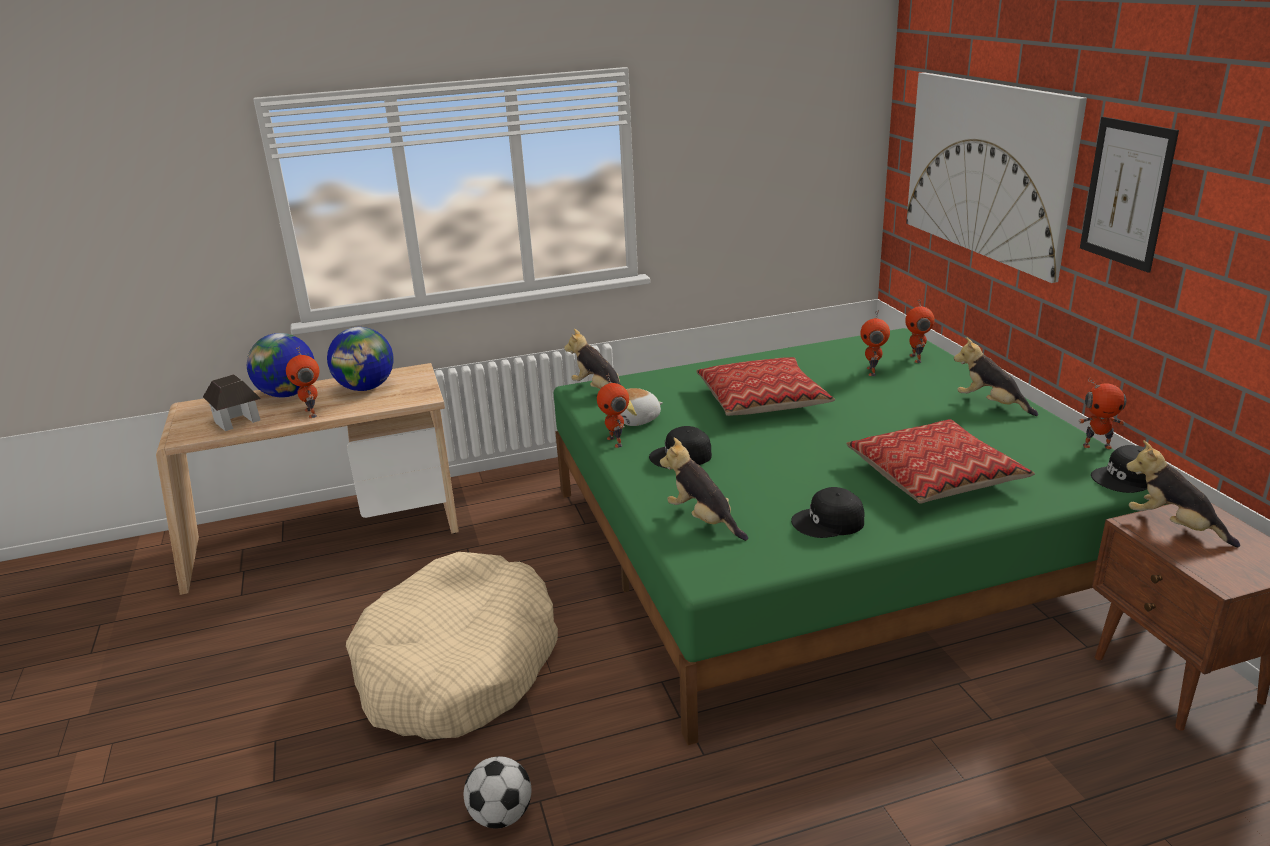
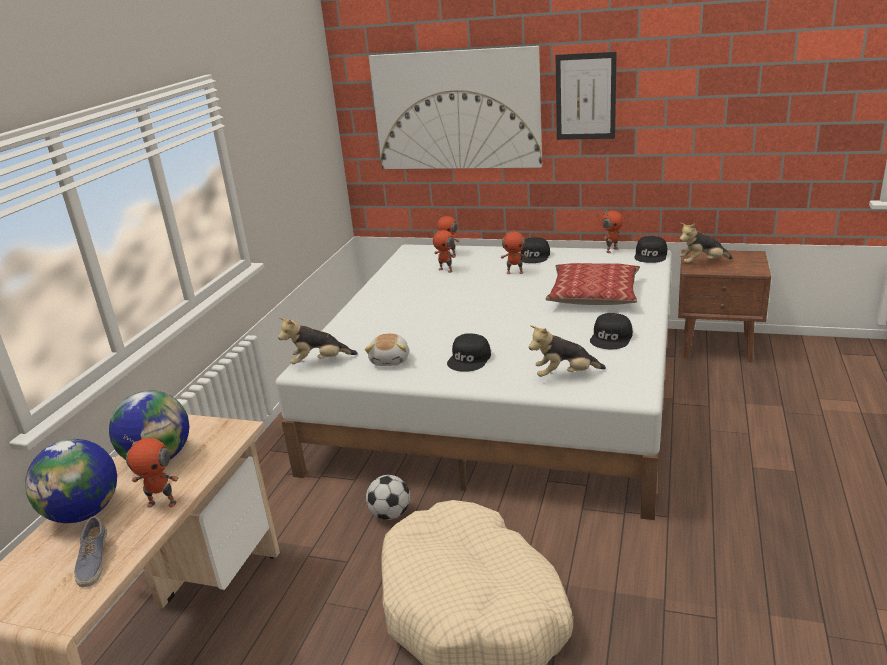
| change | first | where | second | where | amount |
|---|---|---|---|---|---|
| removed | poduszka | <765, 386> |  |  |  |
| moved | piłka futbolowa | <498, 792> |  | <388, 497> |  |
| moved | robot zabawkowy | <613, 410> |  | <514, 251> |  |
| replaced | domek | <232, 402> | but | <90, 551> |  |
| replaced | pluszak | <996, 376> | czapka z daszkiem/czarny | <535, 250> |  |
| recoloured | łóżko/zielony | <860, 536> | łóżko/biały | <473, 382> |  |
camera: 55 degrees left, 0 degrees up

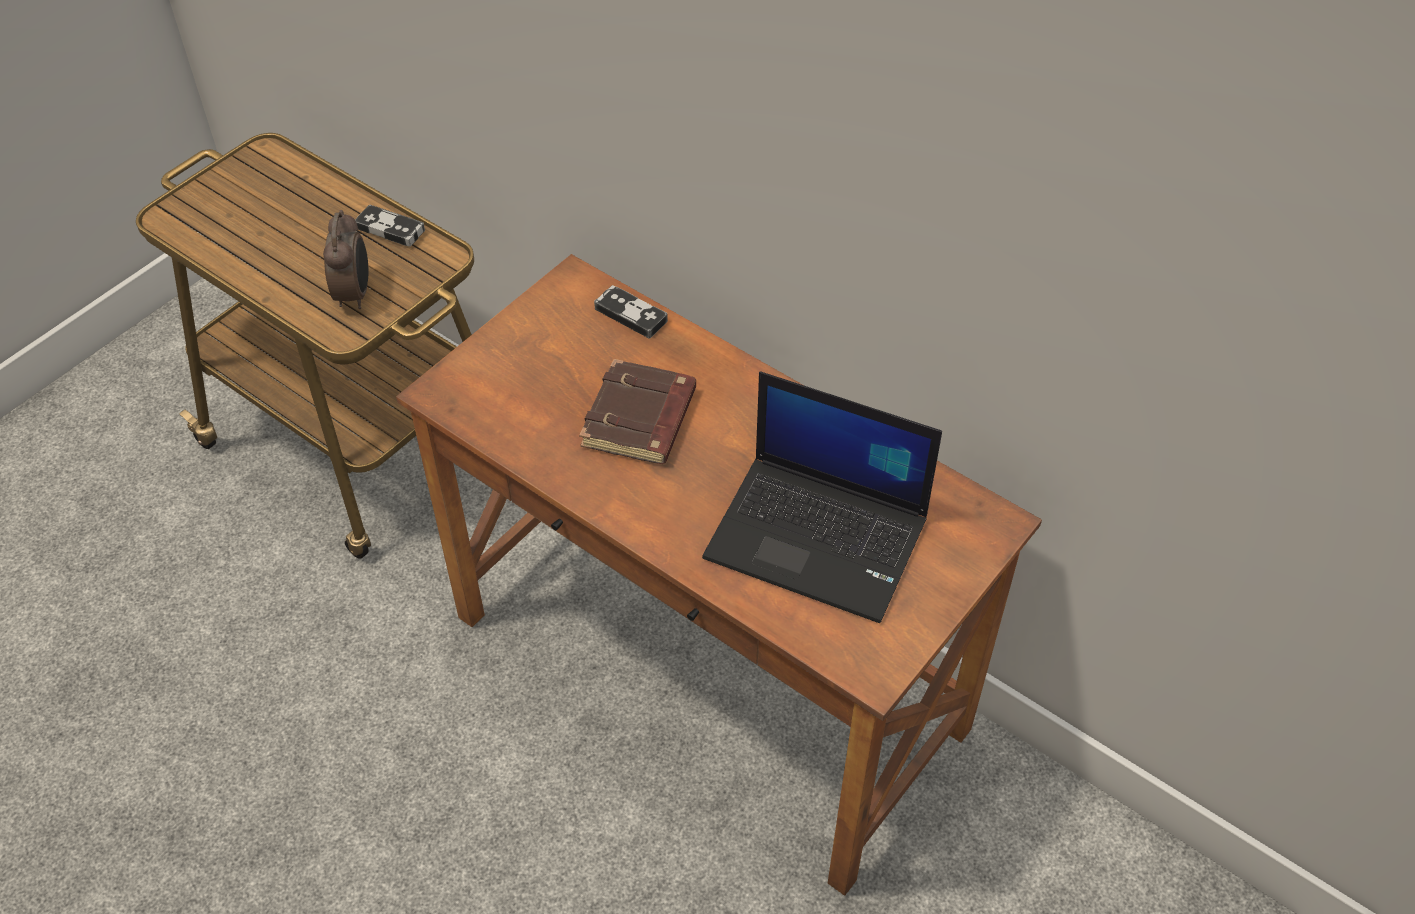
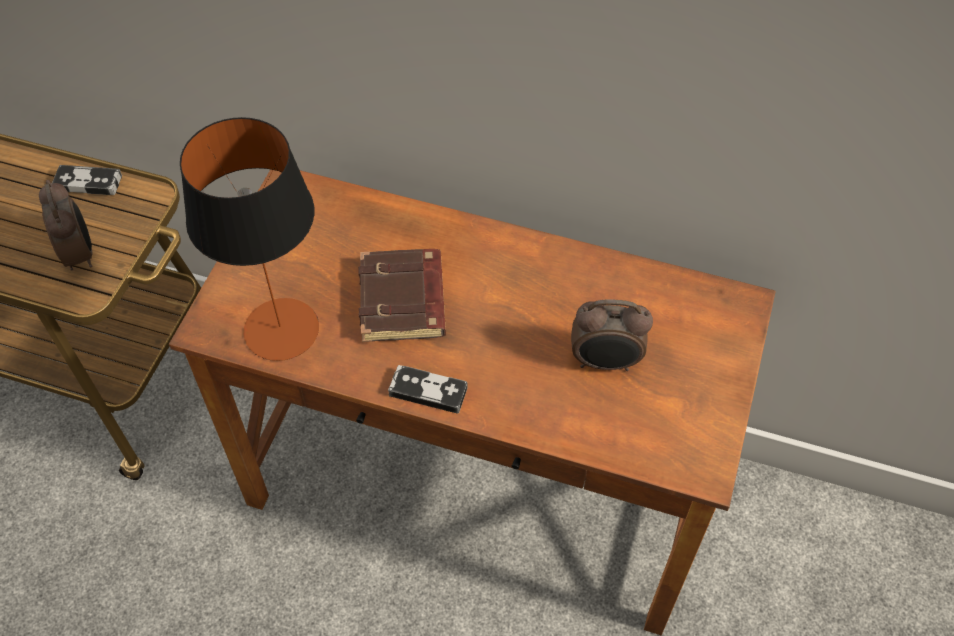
| change | first | where | second | where | amount |
|---|---|---|---|---|---|
| added |  |  | lampa stołowa | <249, 239> |  |
| moved | pad do gier | <631, 312> |  | <427, 389> |  |
| replaced | laptop | <822, 497> | budzik | <612, 335> |  |
camera: 20 degrees left, 5 degrees up

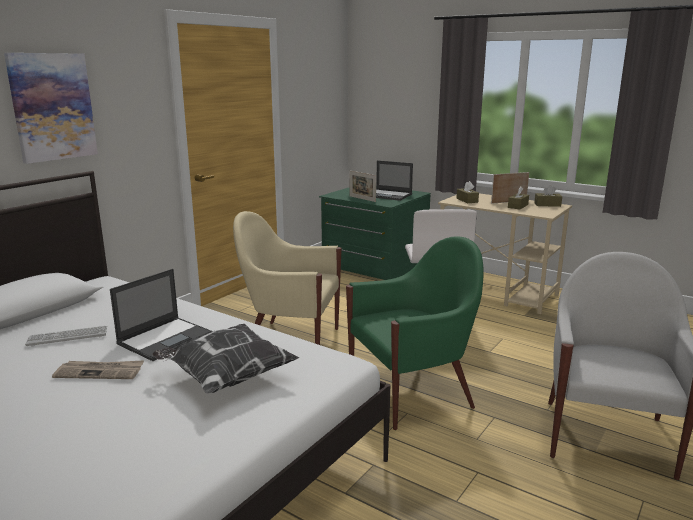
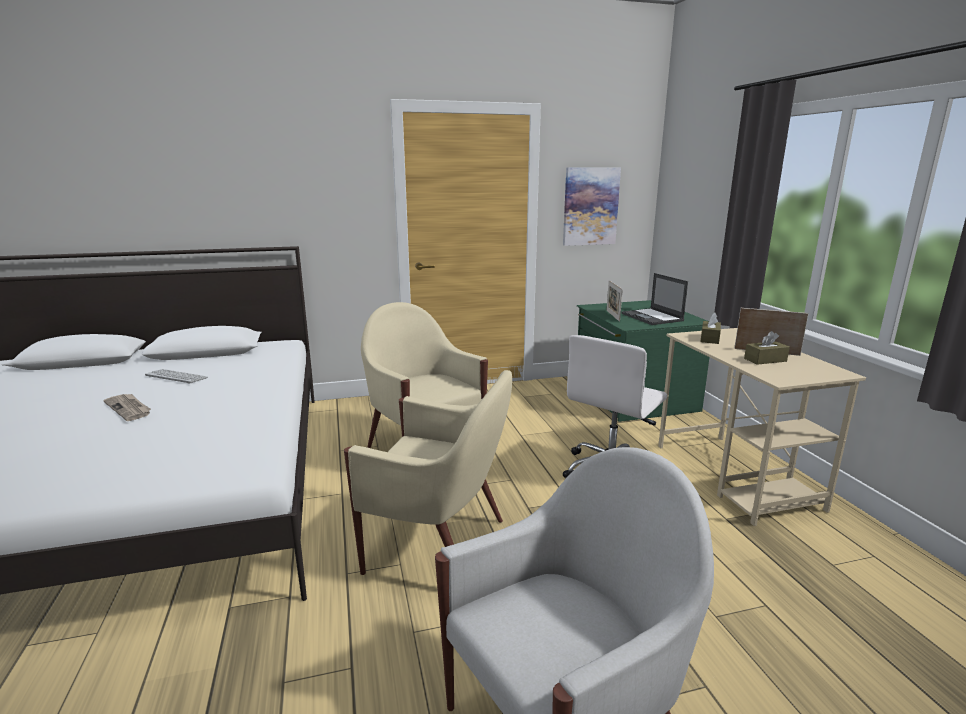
| change | first | where | second | where | amount |
|---|---|---|---|---|---|
| removed | laptop | <161, 315> |  |  |  |
| removed | poduszka | <226, 358> |  |  |  |
| removed | pudełko chusteczek/brązowy | <548, 196> |  |  |  |
| moved | obraz | <51, 108> |  | <592, 206> |  |
| recoloured | fotel/zielony | <415, 333> | fotel/beżowy | <428, 472> |  |
camera: 40 degrees right, 0 degrees up

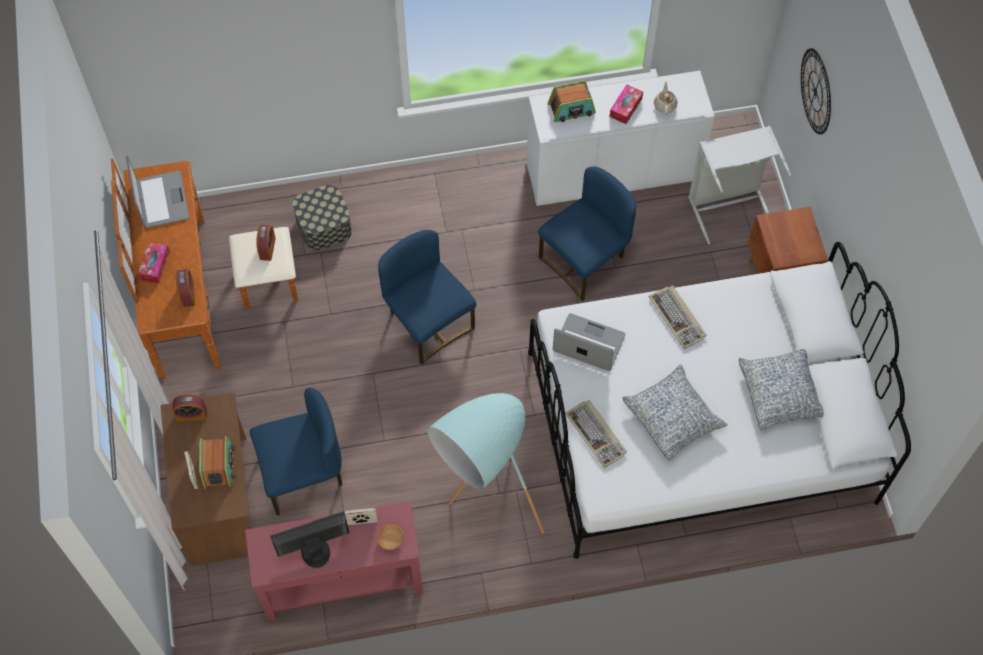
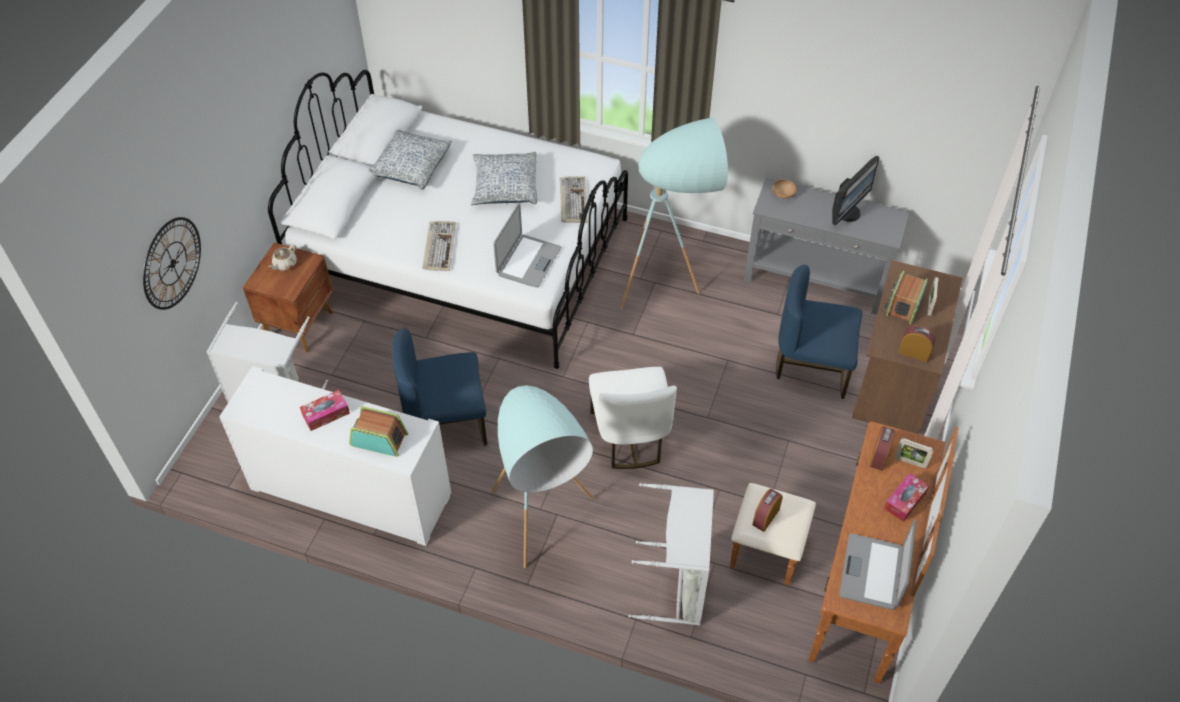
| change | first | where | second | where | amount |
|---|---|---|---|---|---|
| added |  |  | lampa stojąca/turkusowy | <543, 476> |  |
| moved | ramka na zdjęcie | <361, 516> |  | <914, 453> |  |
| moved | imbryk/beżowy | <666, 98> |  | <283, 257> |  |
| replaced | pojemnik do przechowywania | <322, 218> | kosz na pranie/szary | <671, 554> |  |
| recoloured | stolik konsolowy/czerwony | <334, 561> | stolik konsolowy/szary | <826, 246> |  |
| recoloured | krzesło/niebieski | <427, 297> | krzesło/biały | <633, 418> |  |
| turned | monitor | <309, 539> |  | <856, 191> | 60 degrees counterclockwise |
| turned | laptop | <589, 342> |  | <527, 245> | 120 degrees counterclockwise |
camera: 150 degrees left, 10 degrees down

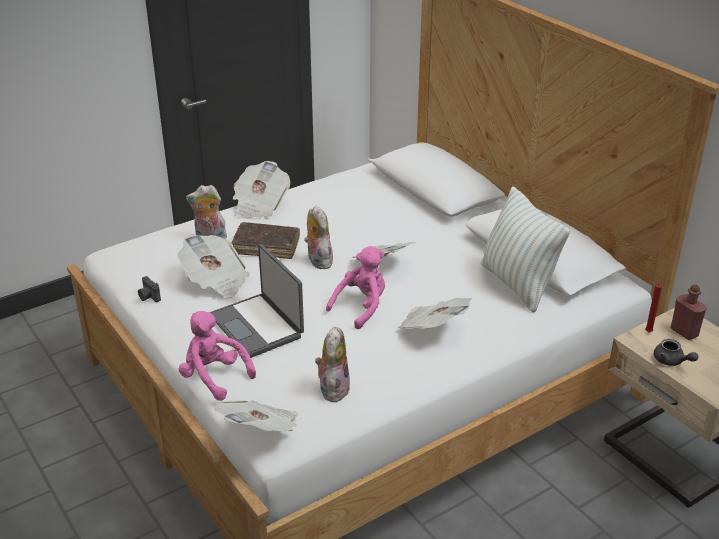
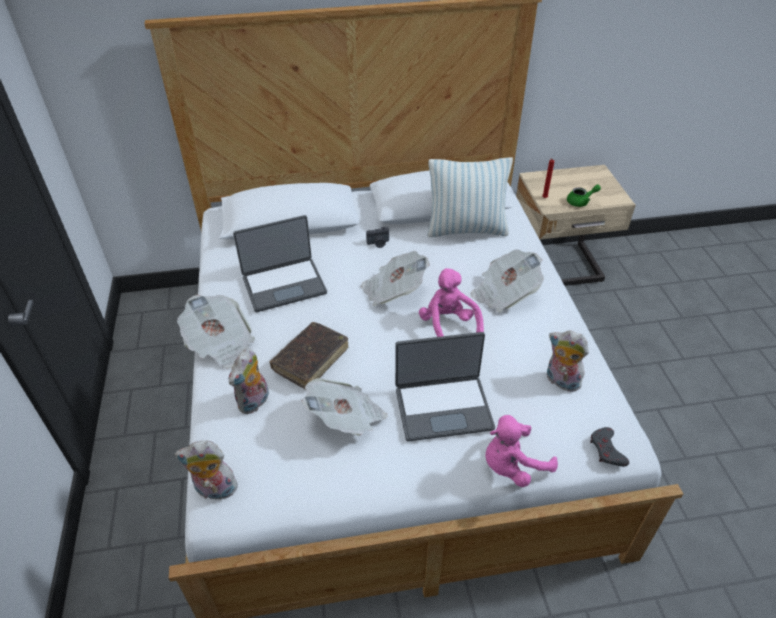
| change | first | where | second | where | amount |
|---|---|---|---|---|---|
| removed | butelka/czerwony | <689, 312> |  |  |  |
| added |  |  | laptop | <280, 263> |  |
| moved | aparat fotograficzny | <149, 289> |  | <377, 237> |  |
| moved | pluszak | <318, 237> |  | <206, 470> |  |
| replaced | gazeta | <256, 416> | pad do gier/szary | <609, 447> |  |
| recoloured | imbryk/szary | <676, 352> | imbryk/zielony | <584, 196> |  |
camera: 65 degrees left, 10 degrees up

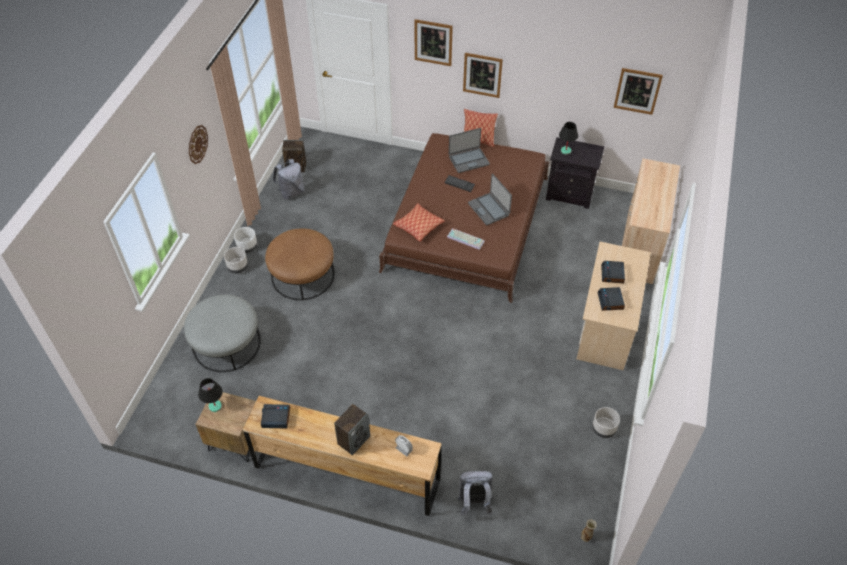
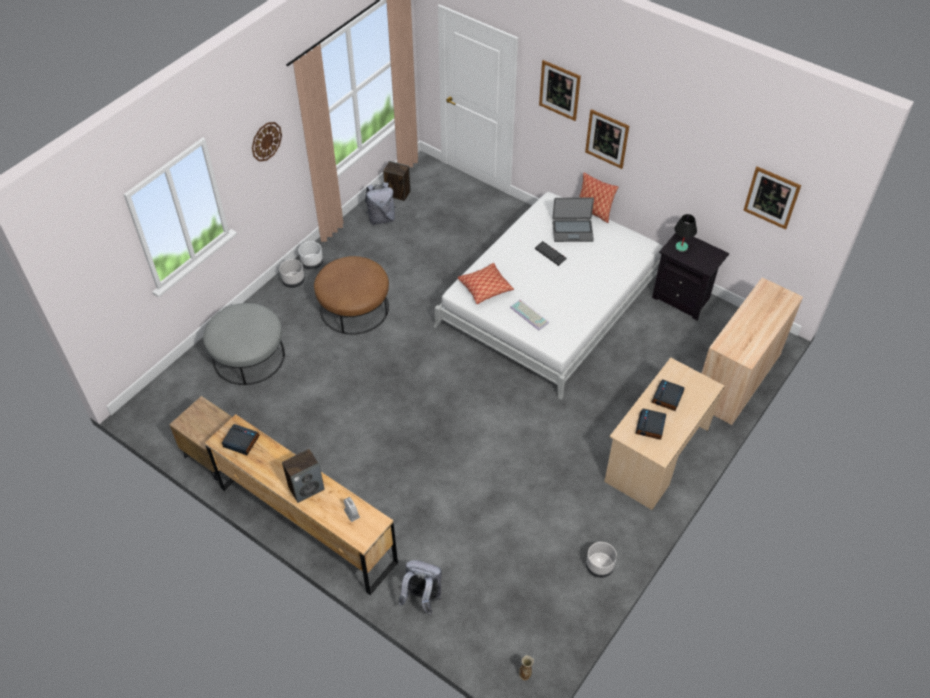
| change | first | where | second | where | amount |
|---|---|---|---|---|---|
| removed | lampa stołowa/czarny | <210, 395> |  |  |  |
| removed | laptop | <490, 199> |  |  |  |
| recoloured | łóżko/brązowy | <464, 218> | łóżko/biały | <548, 296> |  |
camera: 20 degrees right, 0 degrees up

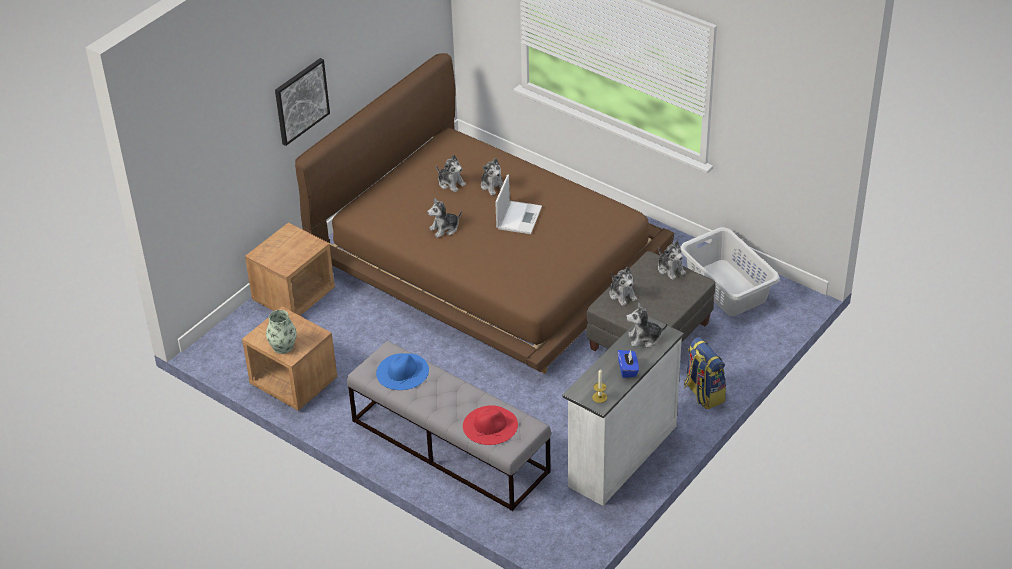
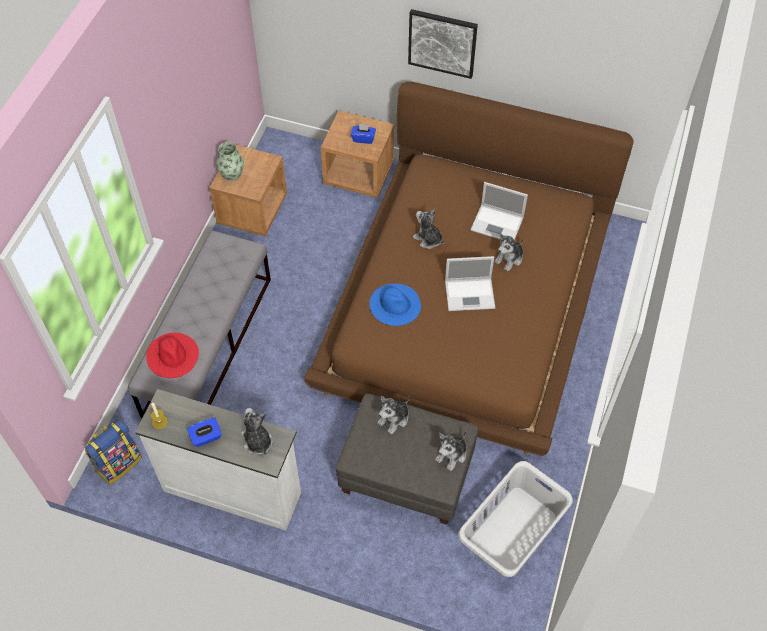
| change | first | where | second | where | amount |
|---|---|---|---|---|---|
| added |  |  | pudełko chusteczek/niebieski | <363, 134> |  |
| moved | kapelusz/niebieski | <402, 371> |  | <395, 305> |  |
| moved | plecak | <705, 373> |  | <113, 452> |  |
| replaced | pluszak | <451, 173> | laptop | <499, 211> |  |
camera: 70 degrees right, 15 degrees up

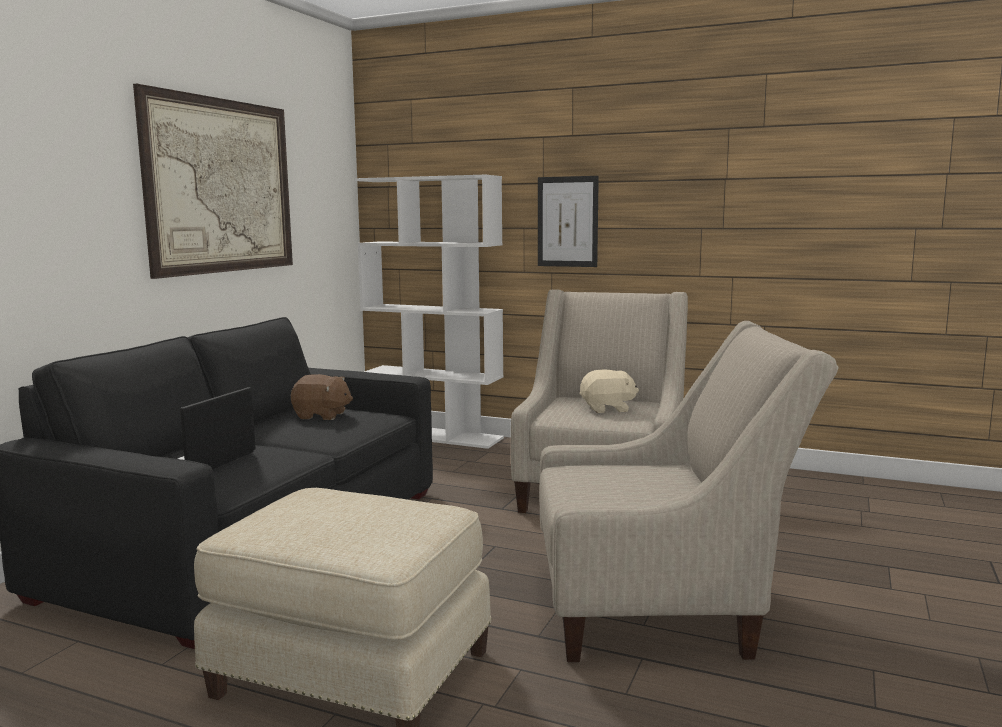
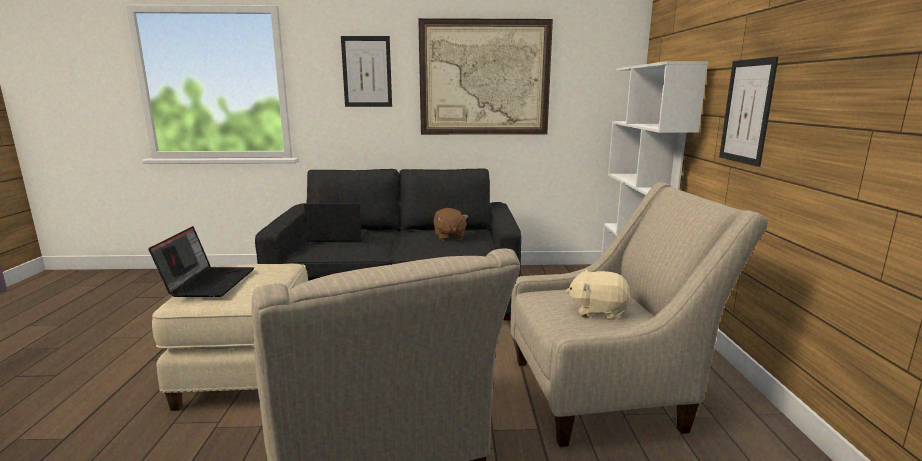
| change | first | where | second | where | amount |
|---|---|---|---|---|---|
| added |  |  | laptop | <201, 261> |  |
| added |  |  | obraz | <366, 71> |  |
| turned | pluszak/beżowy | <609, 391> |  | <598, 295> | 135 degrees clockwise |
camera: 65 degrees right, 5 degrees up

